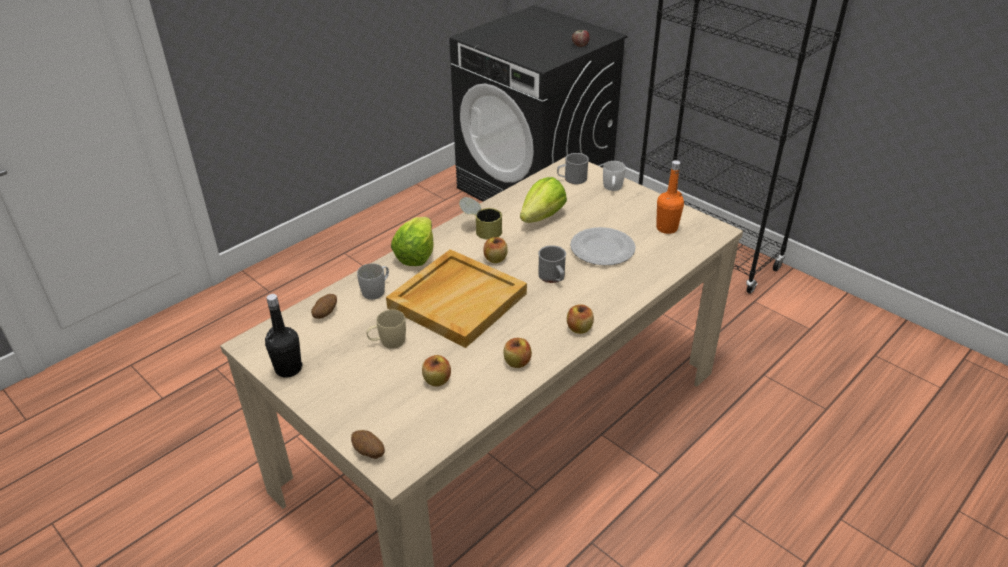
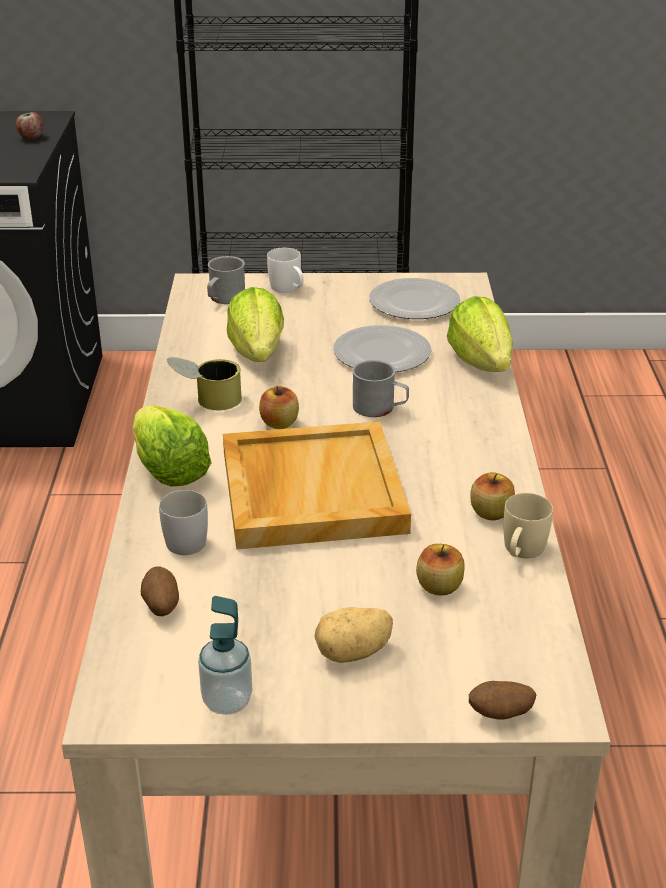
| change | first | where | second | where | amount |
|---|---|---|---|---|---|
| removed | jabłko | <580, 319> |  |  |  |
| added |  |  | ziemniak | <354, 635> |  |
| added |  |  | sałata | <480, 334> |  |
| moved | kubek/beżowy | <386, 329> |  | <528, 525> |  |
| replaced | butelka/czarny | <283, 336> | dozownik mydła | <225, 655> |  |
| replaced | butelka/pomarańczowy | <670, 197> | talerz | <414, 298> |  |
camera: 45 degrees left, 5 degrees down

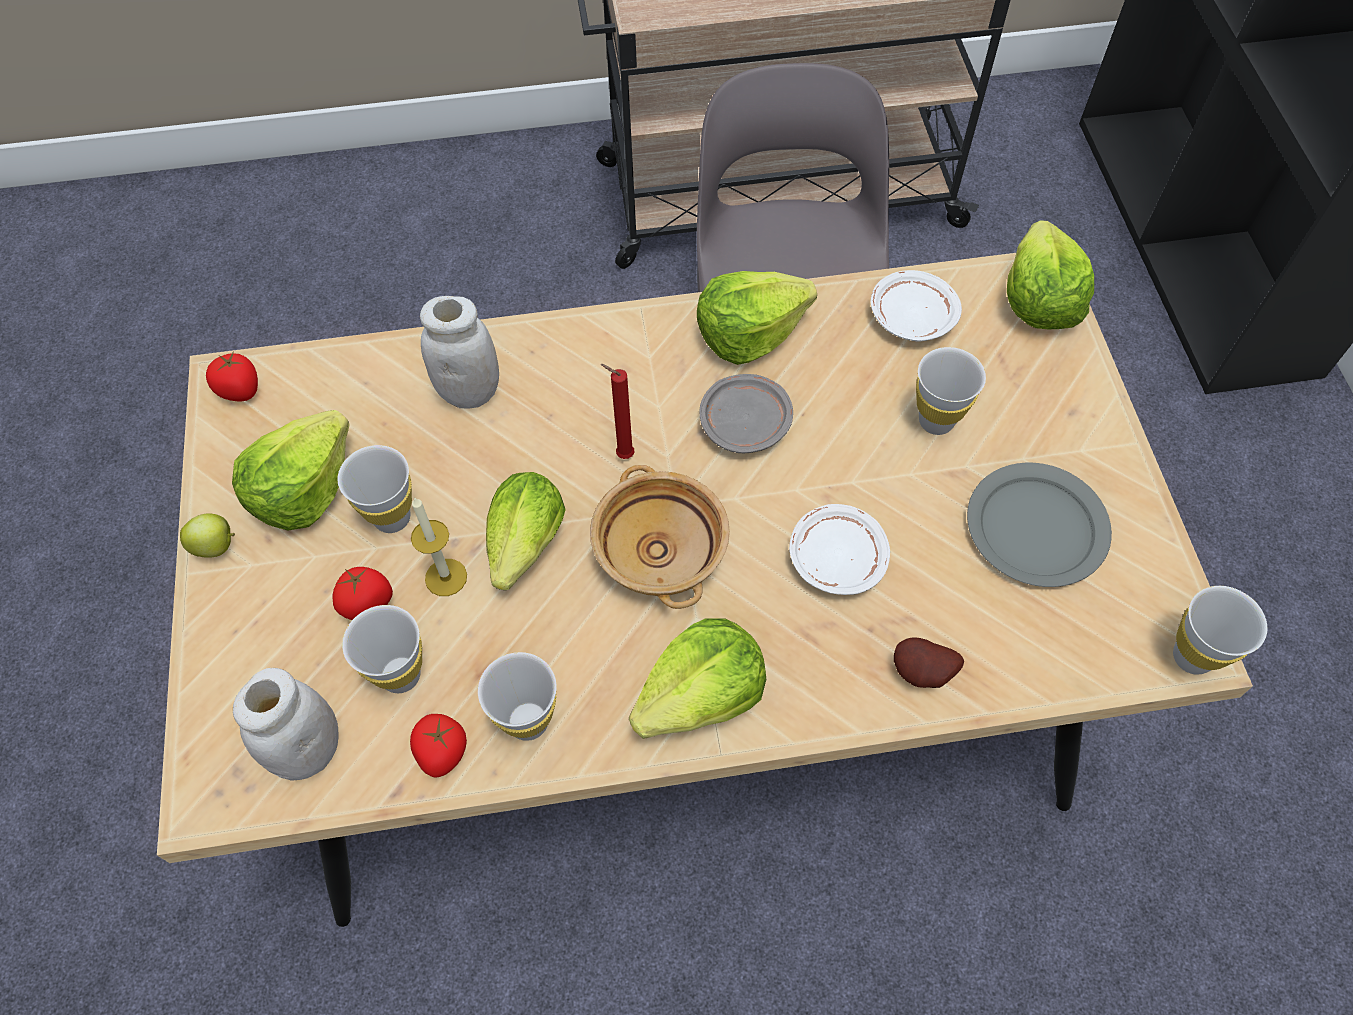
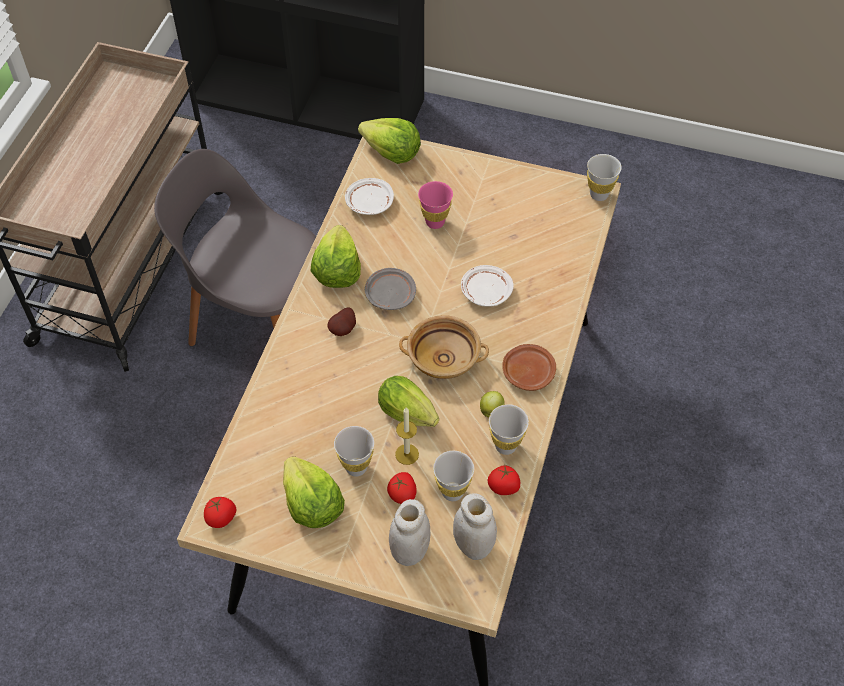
| change | first | where | second | where | amount |
|---|---|---|---|---|---|
| removed | świeca/czerwony | <617, 411> |  |  |  |
| removed | talerz/szary | <1039, 525> |  |  |  |
| moved | jabłko | <207, 535> |  | <492, 404> |  |
| moved | słoik/biały | <459, 352> |  | <409, 532> |  |
| moved | ziemniak | <929, 663> |  | <341, 321> |  |
| replaced | sałata | <697, 678> | talerz/brązowy | <529, 367> |  |
| recoloured | filiżanka/biały | <951, 391> | filiżanka/różowy | <435, 205> |  |
camera: 65 degrees left, 5 degrees down

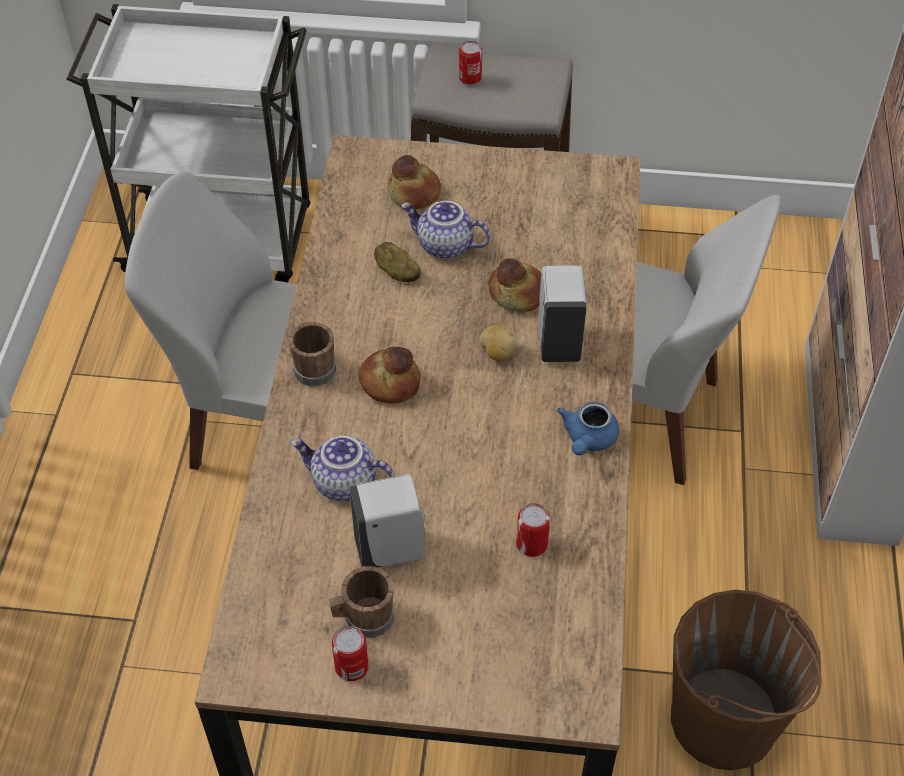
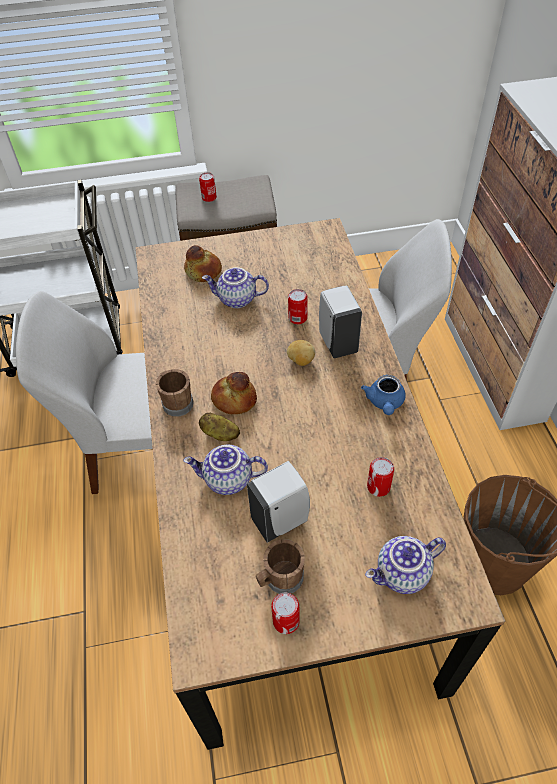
| change | first | where | second | where | amount |
|---|---|---|---|---|---|
| added |  |  | imbryk | <405, 565> |  |
| moved | ziemniak | <397, 262> |  | <219, 427> |  |
| replaced | chleb | <515, 285> | puszka | <298, 306> |  |
camera: 15 degrees left, 0 degrees up

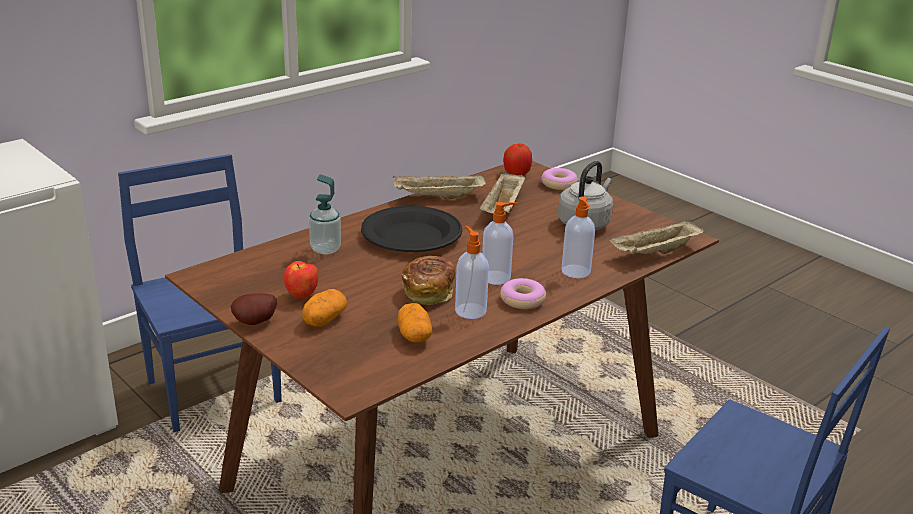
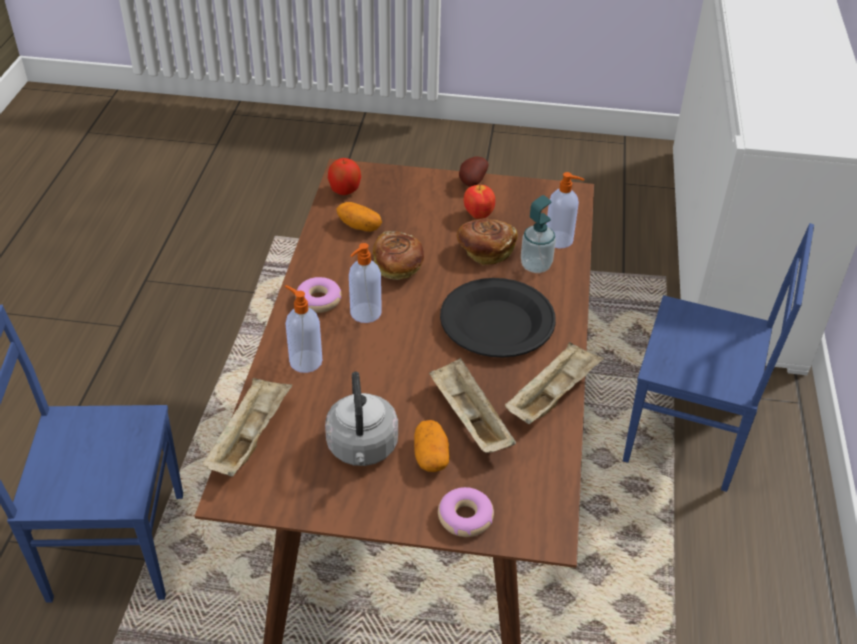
| change | first | where | second | where | amount |
|---|---|---|---|---|---|
| added |  |  | chleb | <487, 242> |  |
| moved | ziemniak | <324, 308> |  | <431, 446> |  |
| moved | dozownik mydła | <472, 272> |  | <565, 210> |  |
| moved | jabłko | <517, 160> |  | <344, 176> |  |
camera: 140 degrees right, 15 degrees up

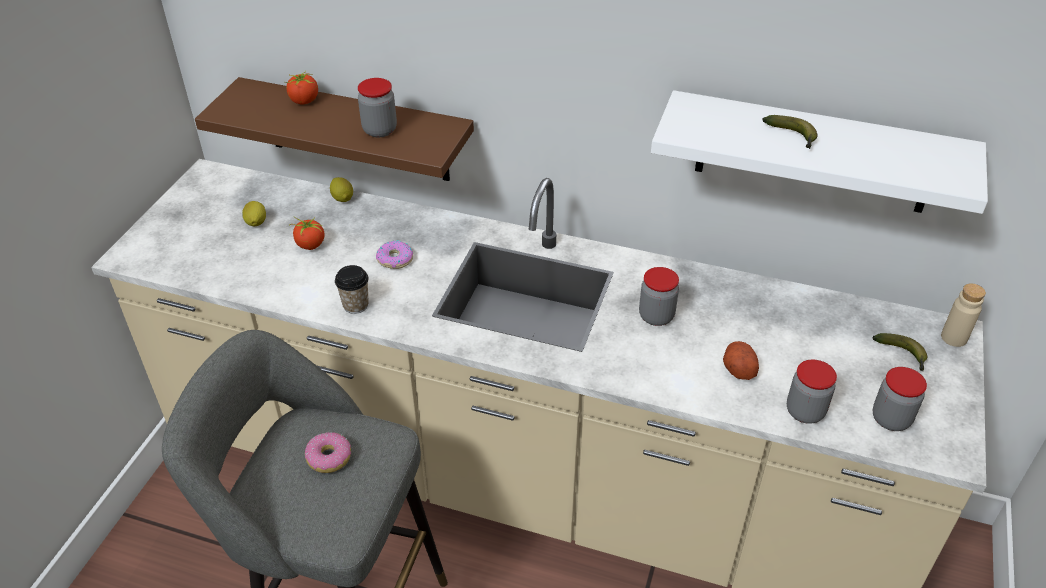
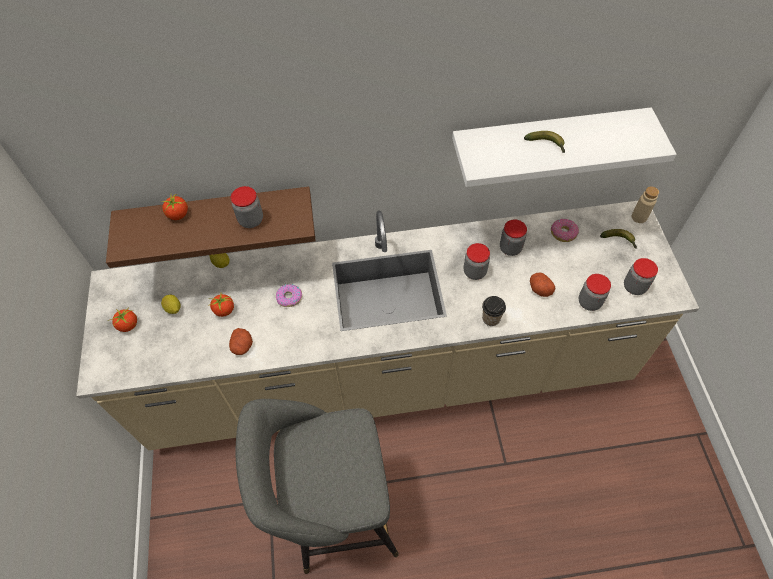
| change | first | where | second | where | amount |
|---|---|---|---|---|---|
| added |  |  | pomidor | <122, 319> |  |
| added |  |  | ziemniak | <241, 341> |  |
| added |  |  | słoik | <513, 238> |  |
| moved | donut | <328, 452> |  | <565, 230> |  |
| moved | filiżanka | <352, 289> |  | <494, 311> |  |
camera: 25 degrees left, 15 degrees up

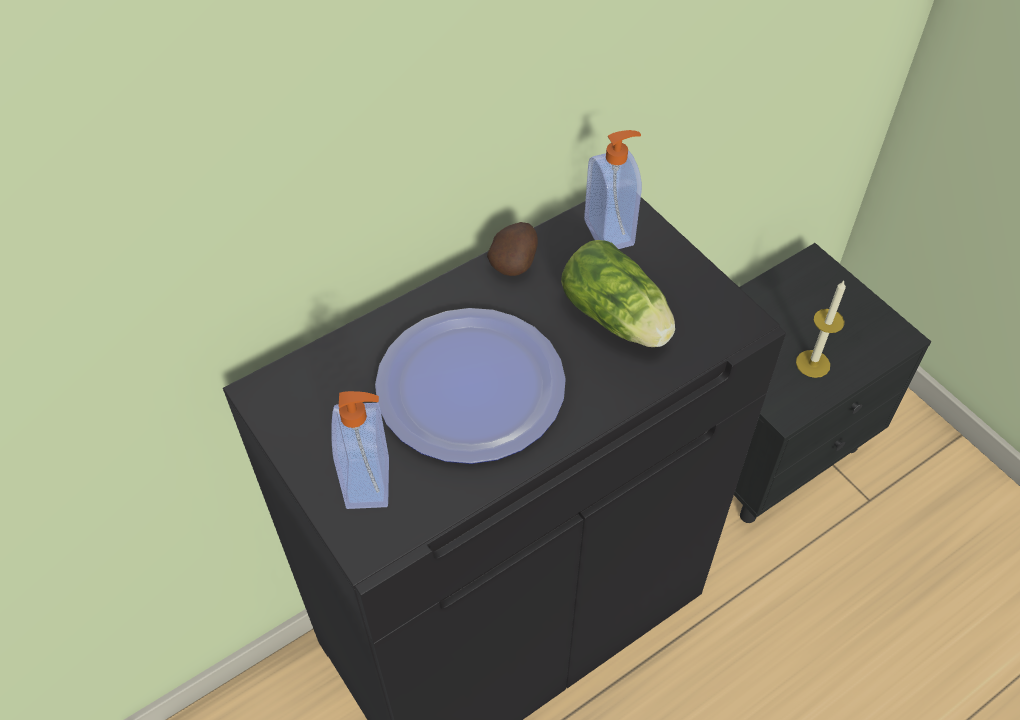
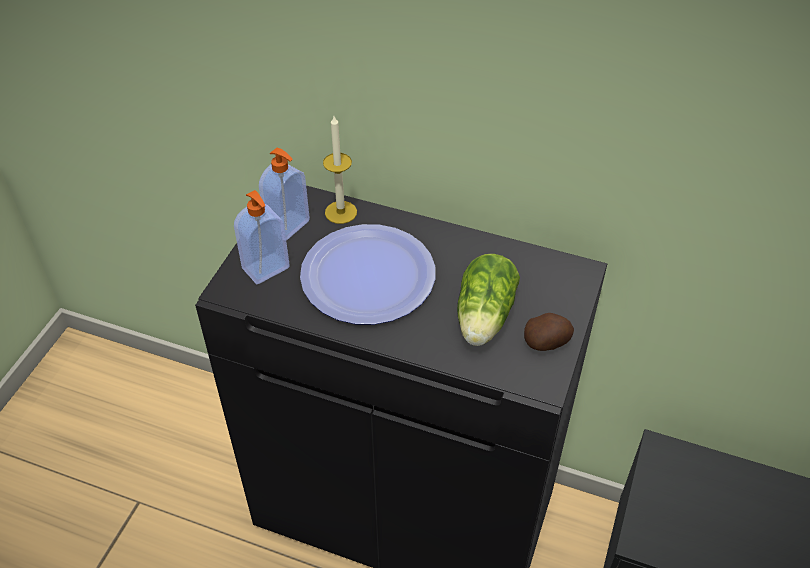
| change | first | where | second | where | amount |
|---|---|---|---|---|---|
| moved | ziemniak | <512, 249> |  | <549, 332> |  |
| moved | dozownik mydła | <613, 189> |  | <284, 194> |  |
| moved | świeca | <821, 329> |  | <340, 170> |  |
camera: 55 degrees right, 5 degrees down

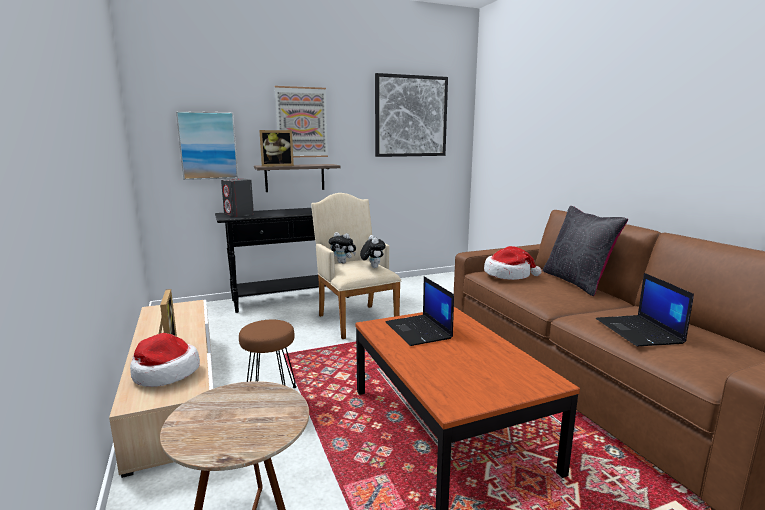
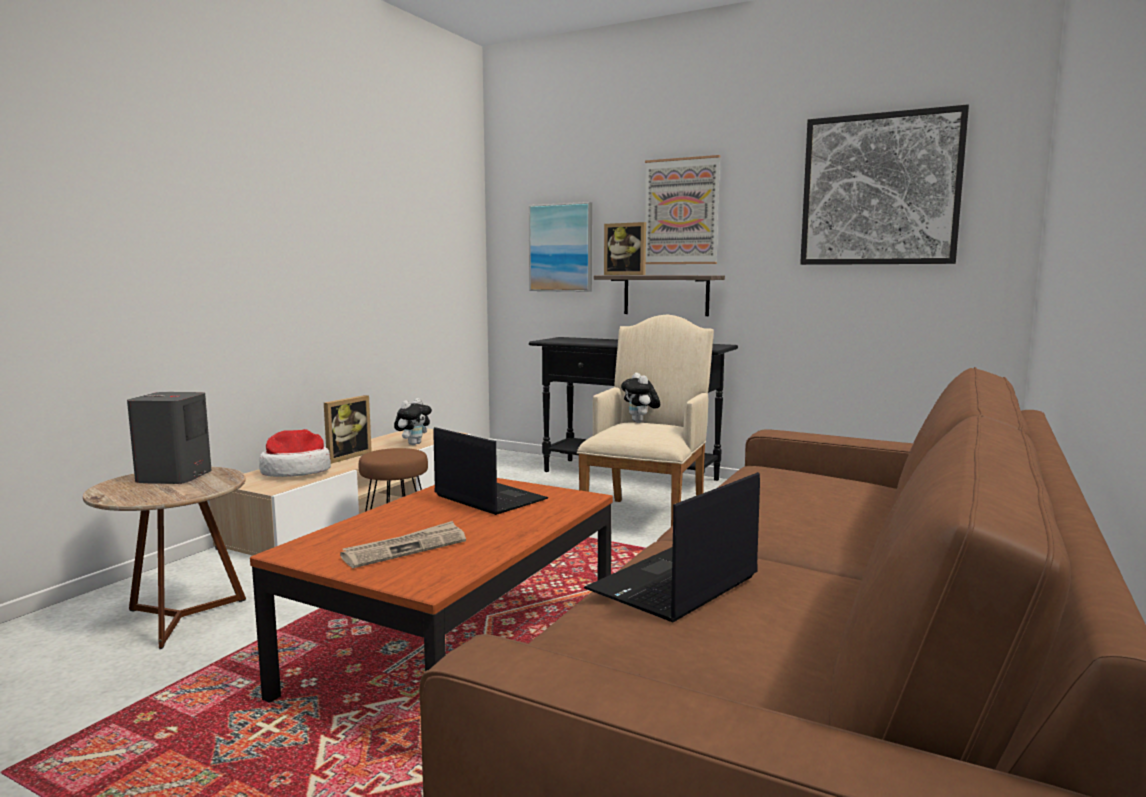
| change | first | where | second | where | amount |
|---|---|---|---|---|---|
| removed | kapelusz | <513, 263> |  |  |  |
| removed | poduszka/czarny | <585, 251> |  |  |  |
| added |  |  | gazeta | <403, 544> |  |
| moved | głośnik/szary | <237, 197> |  | <169, 438> |  |
| moved | pluszak | <373, 251> |  | <413, 421> |  |
| turned | laptop | <420, 311> |  | <491, 471> | 105 degrees clockwise |
camera: 50 degrees right, 5 degrees down

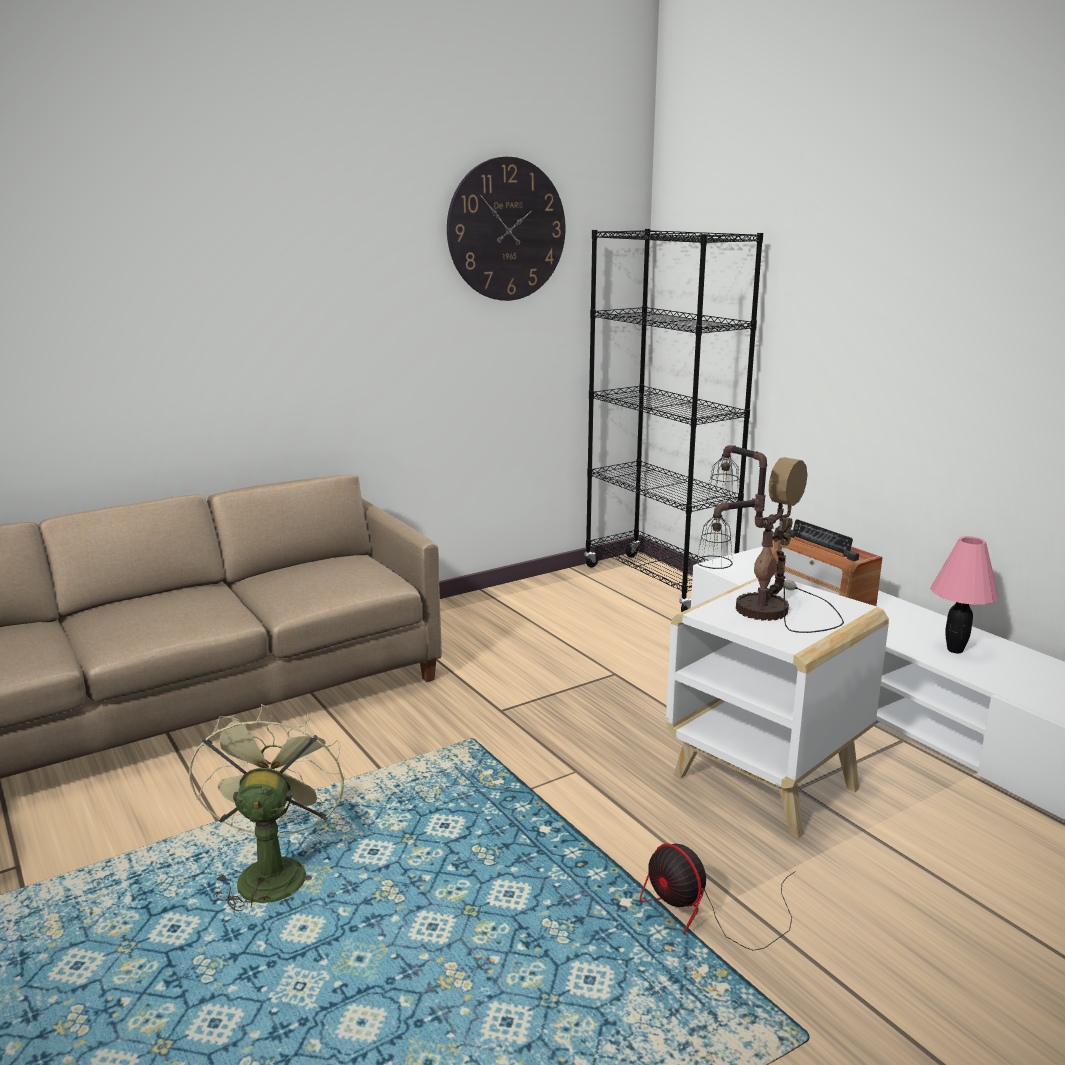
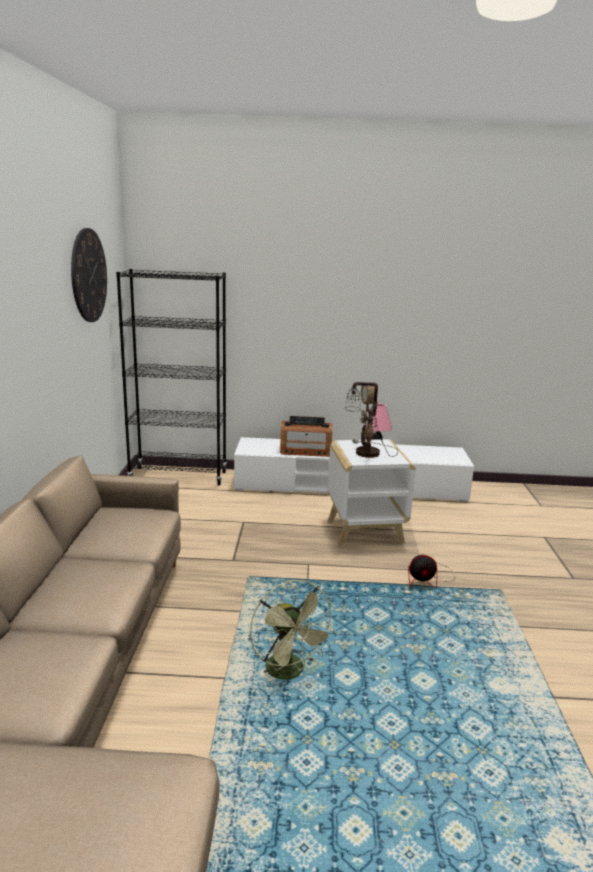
| change | first | where | second | where | amount |
|---|---|---|---|---|---|
| turned | wentylator/zielony | <267, 811> |  | <293, 630> | 150 degrees counterclockwise |
camera: 55 degrees left, 0 degrees up

